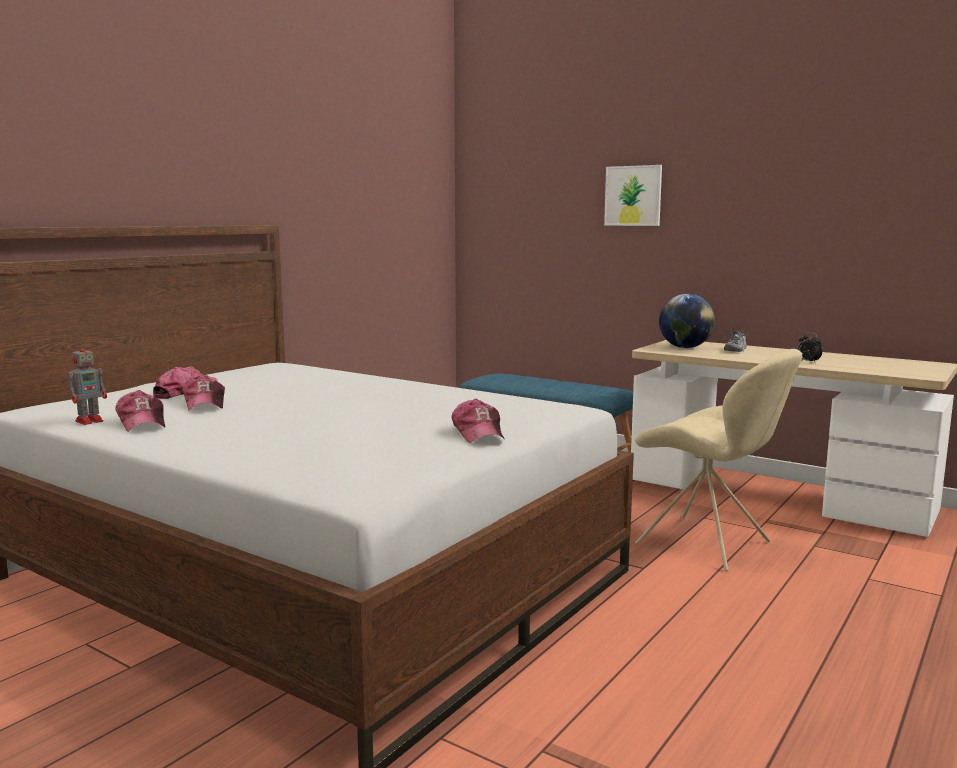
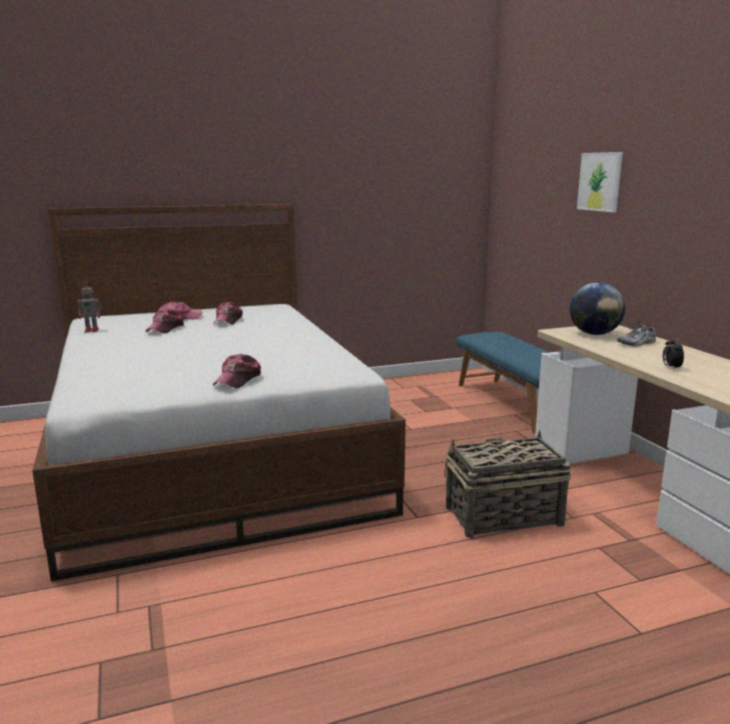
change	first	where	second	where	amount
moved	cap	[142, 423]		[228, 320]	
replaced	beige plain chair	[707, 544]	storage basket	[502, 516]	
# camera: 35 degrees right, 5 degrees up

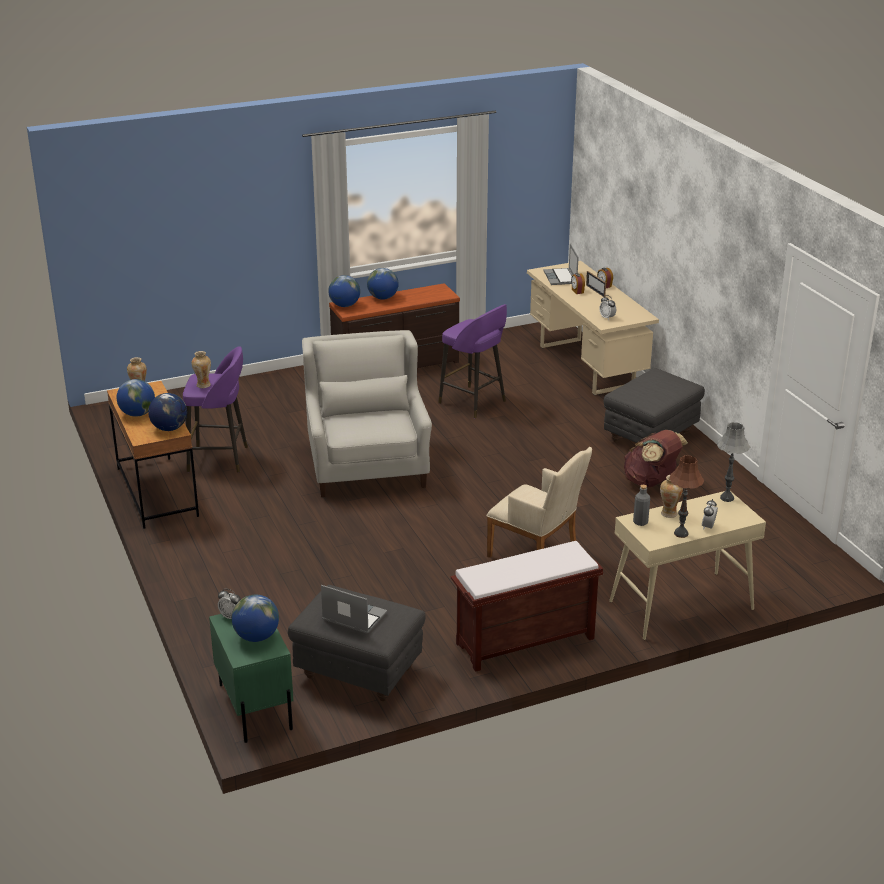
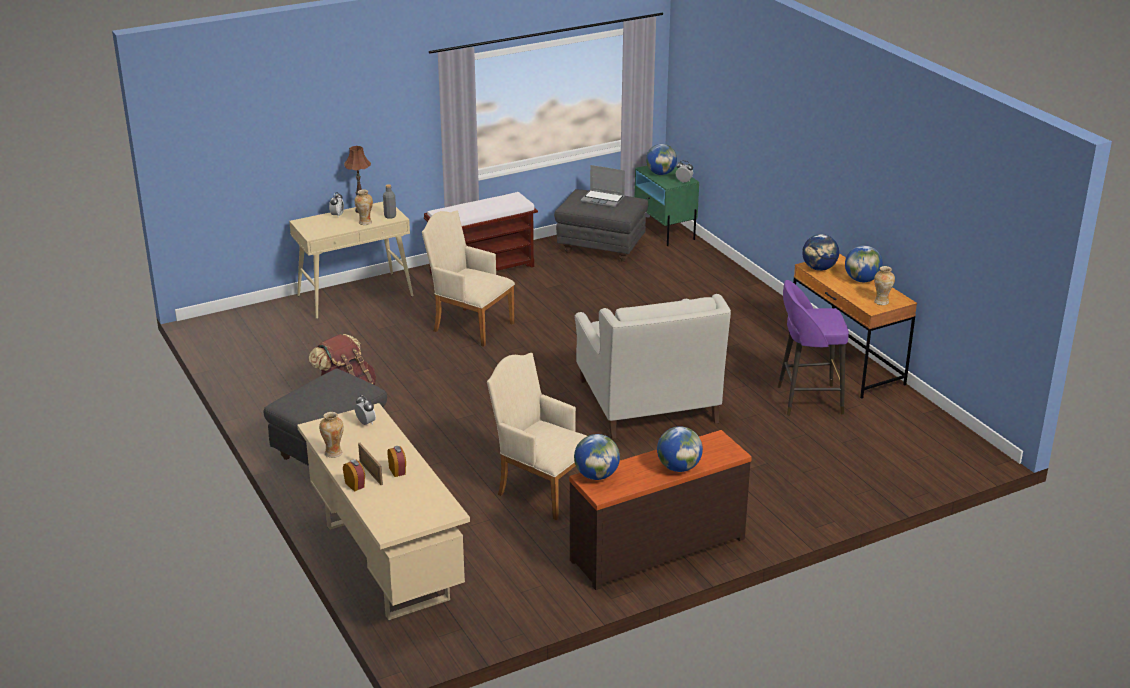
change	first	where	second	where	amount
moved	vase	[203, 385]		[334, 453]	
replaced	purplish stool	[473, 403]	beige easy chair	[541, 489]	
moved	desk globe	[345, 305]		[596, 475]	
removed	portable computer	[561, 278]			
removed	gray lamp for a table	[727, 498]			
# camera: 175 degrees right, 0 degrees up

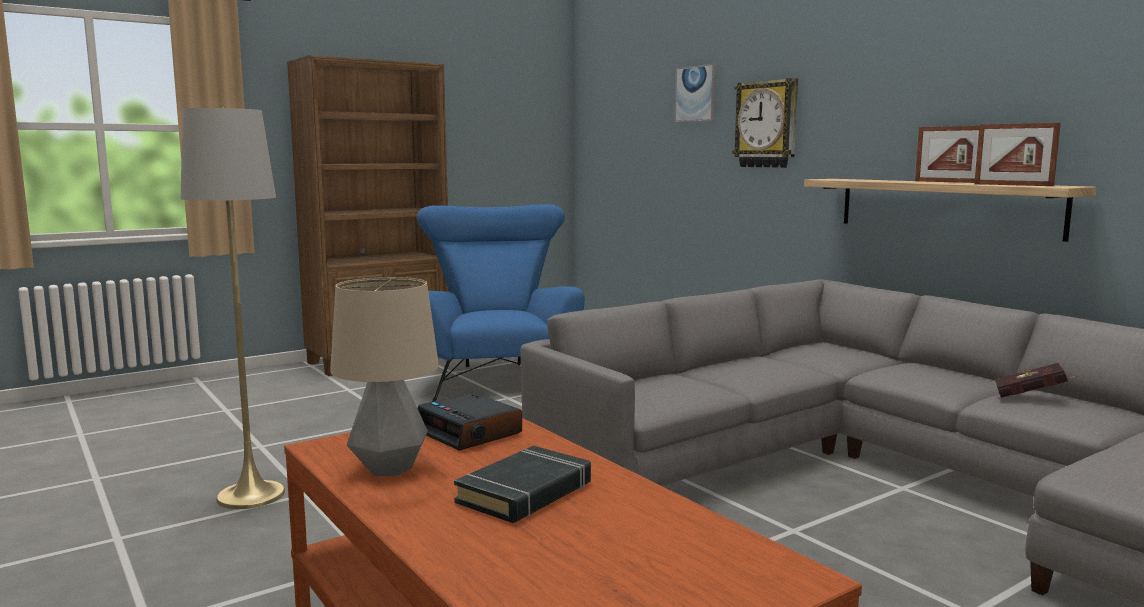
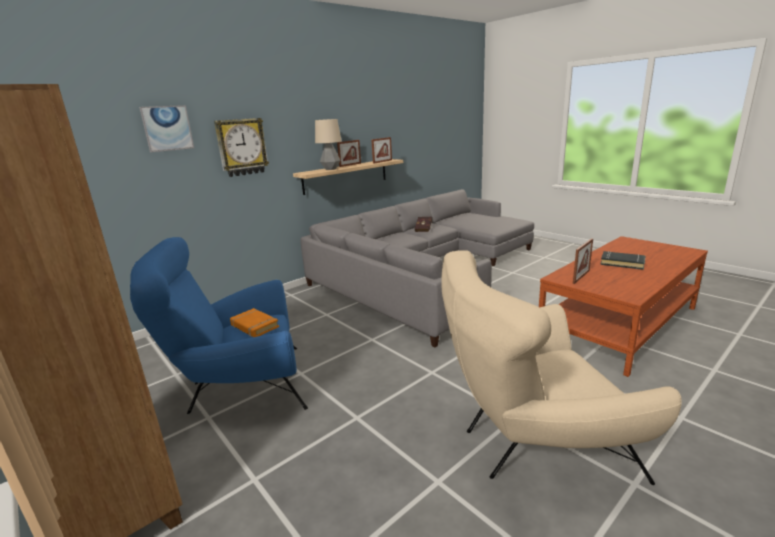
change	first	where	second	where	amount
added			orangey bound book	[254, 326]	
moved	lamp for a table	[390, 468]		[330, 169]	
replaced	gray floor lamp	[251, 495]	beige easy chair	[531, 443]	
replaced	alarm clock	[470, 432]	photo frame	[581, 277]	
# camera: 95 degrees left, 10 degrees up

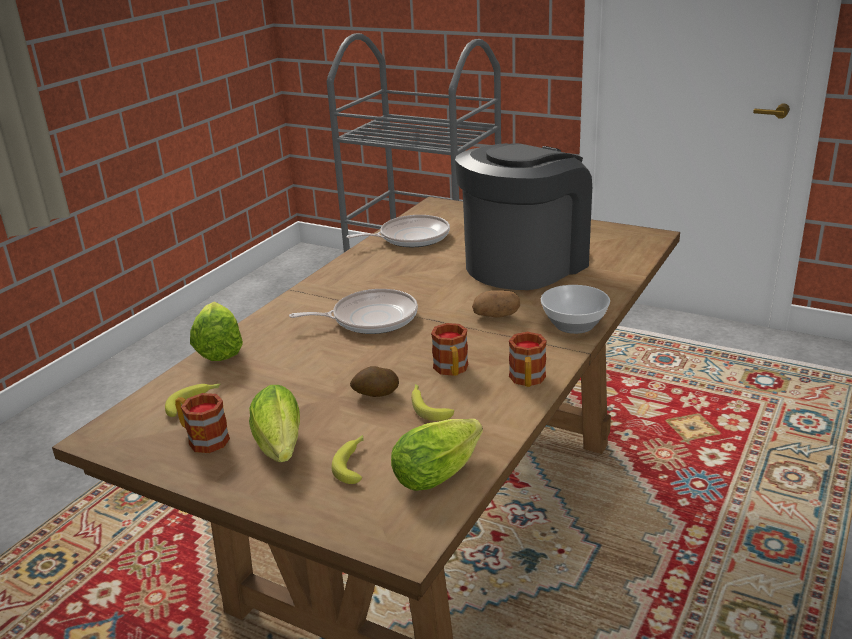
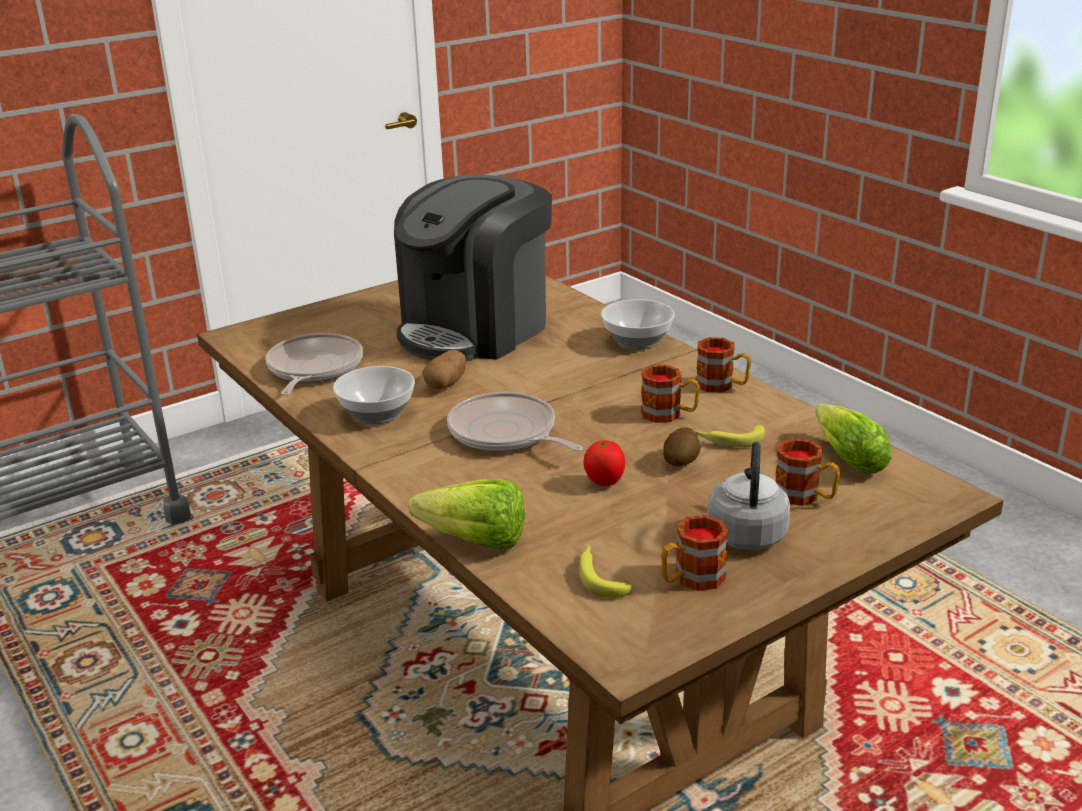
change	first	where	second	where	amount
added			bowl	[376, 414]	
turned	coffee maker	[525, 263]		[475, 329]	120 degrees counterclockwise
moved	potato	[496, 315]		[446, 384]	
turned	skillet	[370, 319]		[506, 433]	60 degrees counterclockwise
added			whole tomato	[604, 483]	
replaced	head of lettuce	[280, 447]	gray tea kettle	[747, 533]	
replaced	banana fruit	[354, 463]	coffee mug	[805, 496]	
# camera: 65 degrees left, 0 degrees up

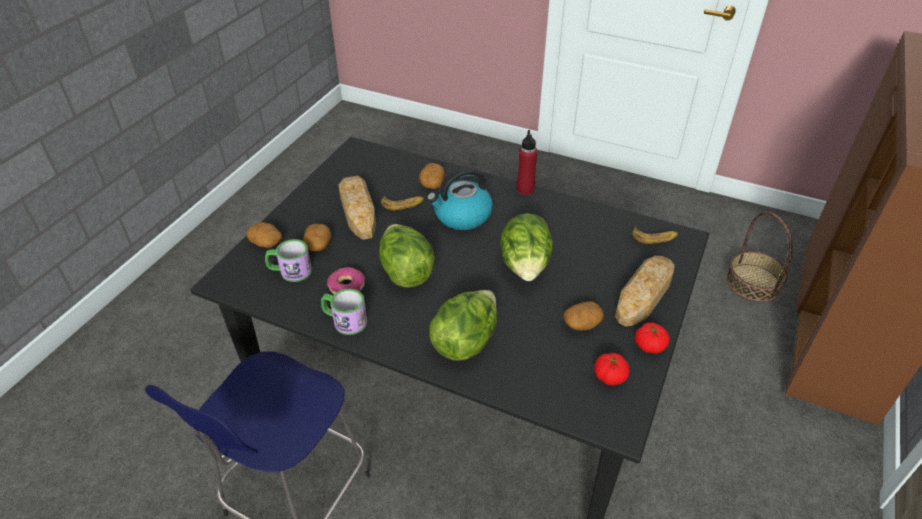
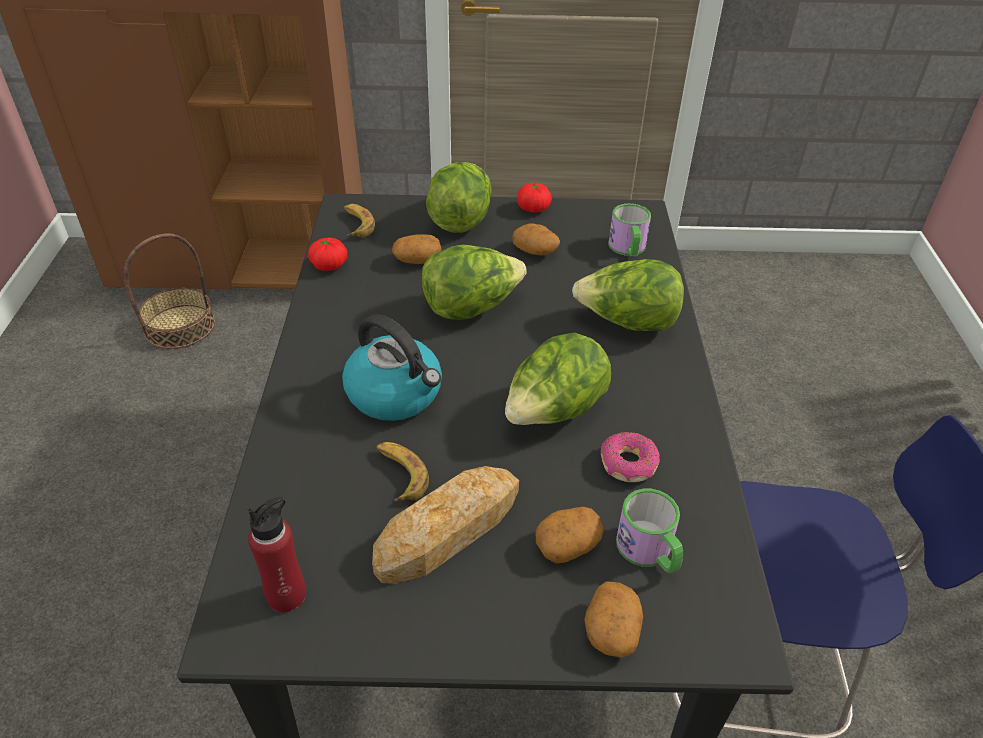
change	first	where	second	where	amount
moved	reddish beverage bottle	[525, 189]		[286, 595]	
moved	whole tomato	[610, 376]		[329, 265]	
moved	potato	[432, 183]		[417, 260]	
replaced	bakery bread	[645, 294]	head of lettuce	[460, 219]	
moved	coffee mug	[345, 320]		[628, 249]	
# camera: 115 degrees left, 0 degrees up

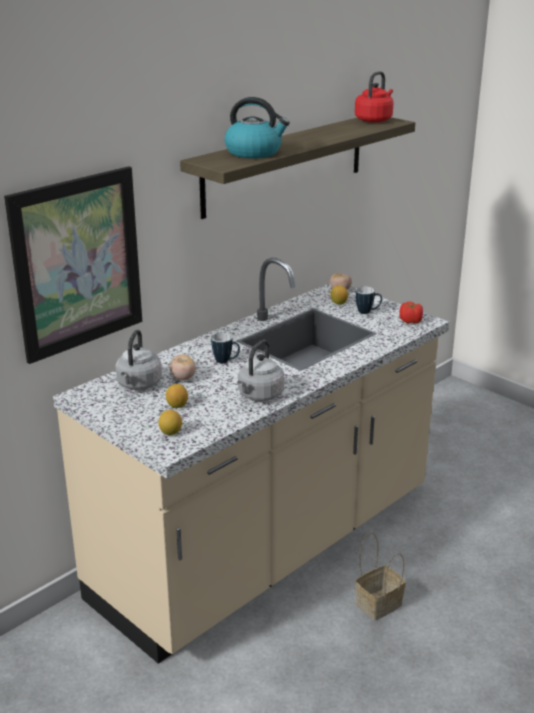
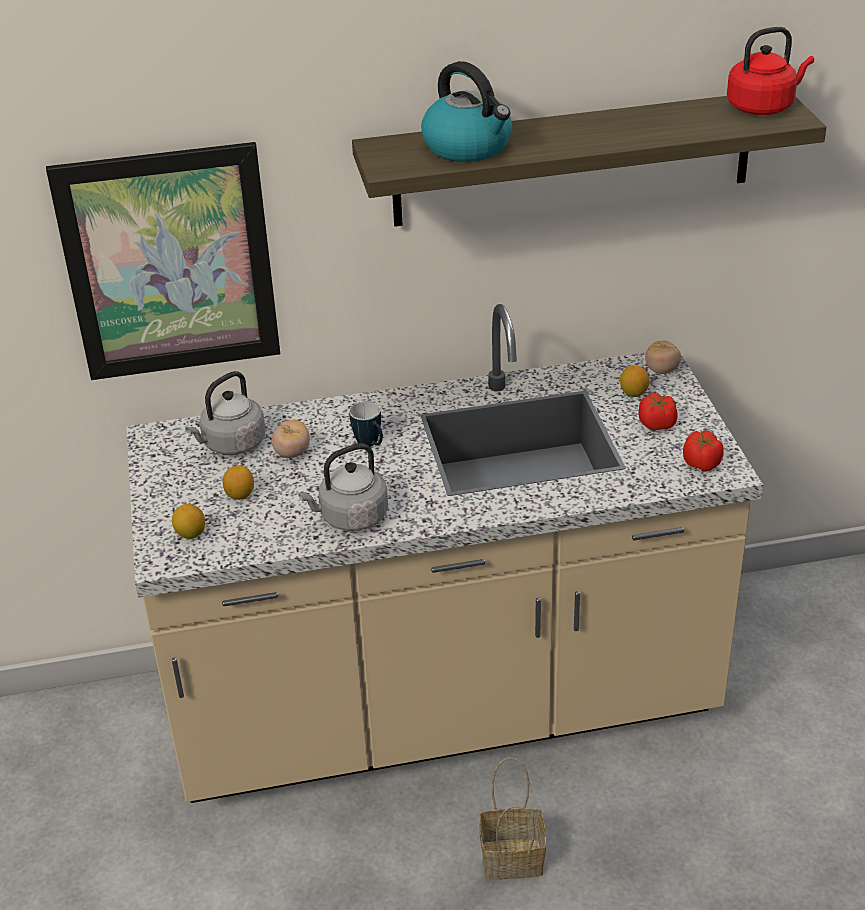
change	first	where	second	where	amount
replaced	coffee mug	[368, 312]	whole tomato	[657, 424]	
# camera: 35 degrees right, 10 degrees up

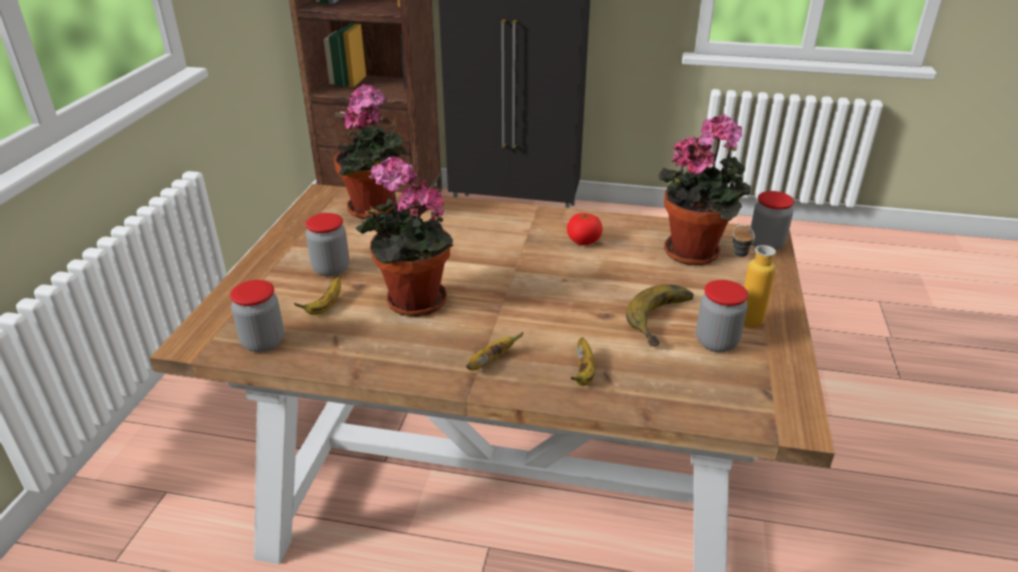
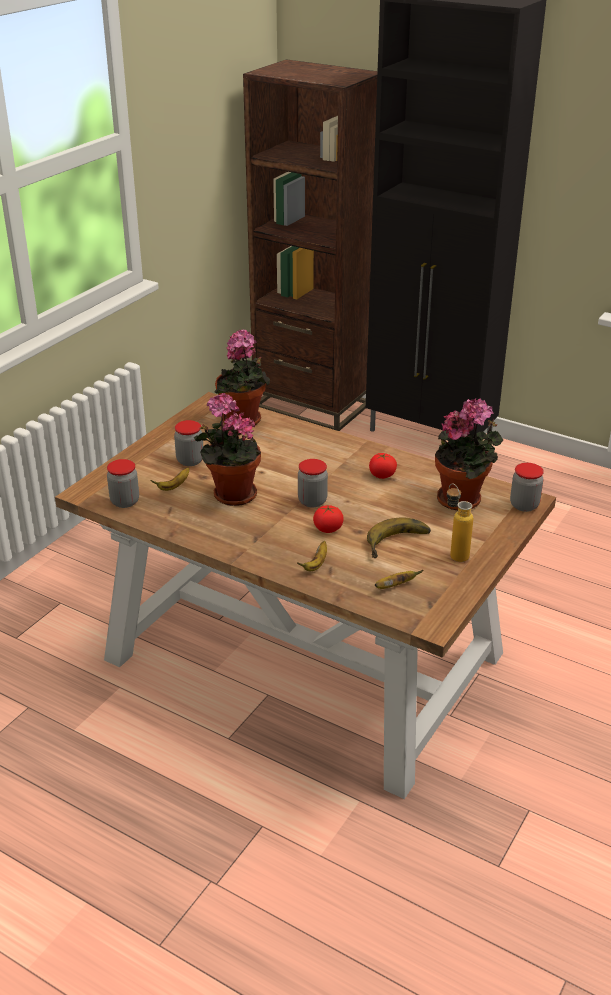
change	first	where	second	where	amount
moved	preserve jar	[716, 342]		[312, 501]	
added			whole tomato	[328, 529]	
moved	banana fruit	[490, 362]		[395, 586]	
# camera: 20 degrees right, 0 degrees up

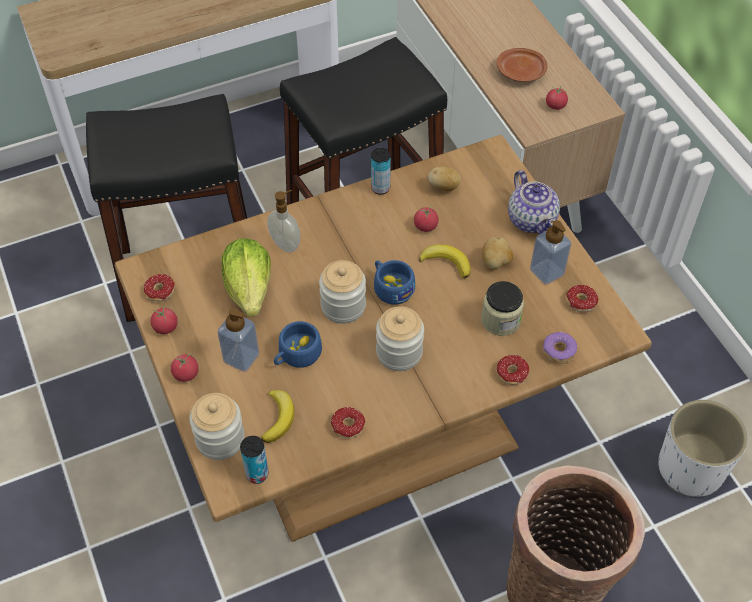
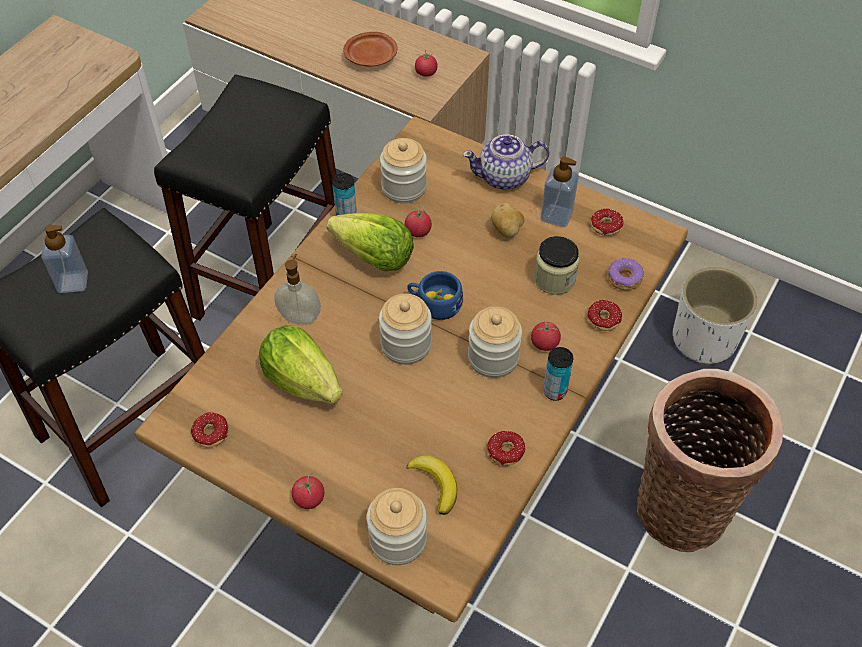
change	first	where	second	where	amount
moved	soap dispenser	[241, 357]		[73, 282]	
added			head of lettuce	[374, 258]	
replaced	potato	[444, 187]	preserve jar	[404, 188]	
turned	teapot	[532, 219]		[505, 177]	135 degrees clockwise
moved	whole tomato	[165, 327]		[544, 343]	
moved	can	[257, 474]		[554, 391]	
removed	blue drinking cup	[296, 355]			
removed	banana fruit	[447, 262]			
# camera: 35 degrees left, 0 degrees up

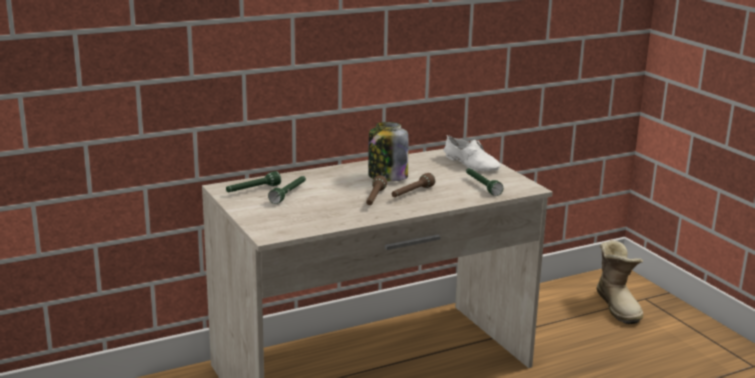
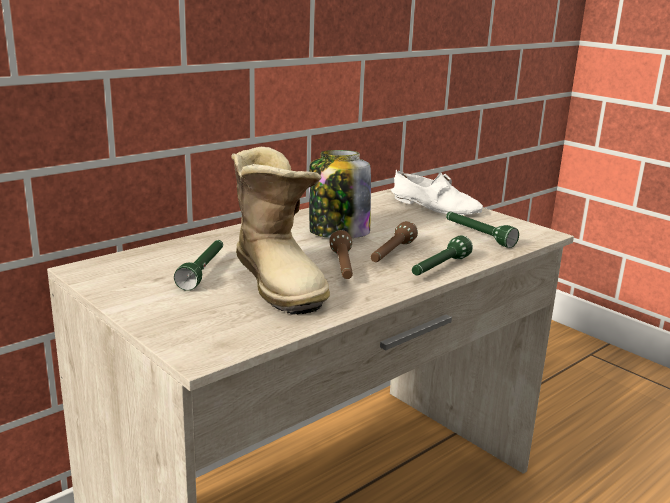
change	first	where	second	where	amount
moved	high-top boot	[619, 306]		[281, 281]	
moved	greenish hand torch	[253, 190]		[439, 268]	
# camera: 15 degrees left, 0 degrees up

